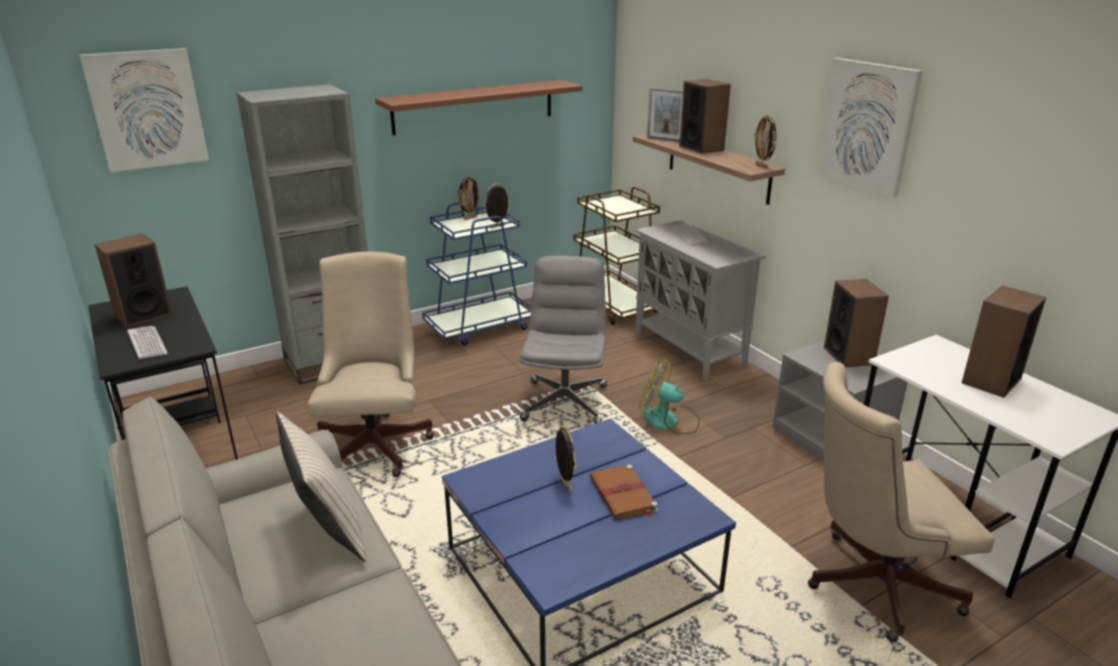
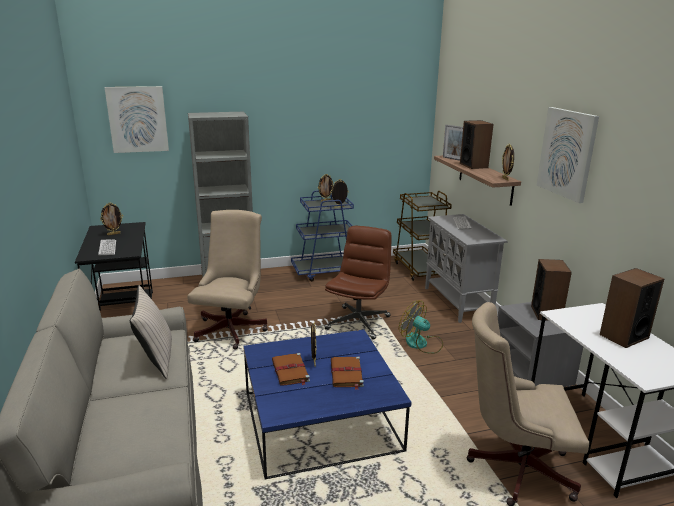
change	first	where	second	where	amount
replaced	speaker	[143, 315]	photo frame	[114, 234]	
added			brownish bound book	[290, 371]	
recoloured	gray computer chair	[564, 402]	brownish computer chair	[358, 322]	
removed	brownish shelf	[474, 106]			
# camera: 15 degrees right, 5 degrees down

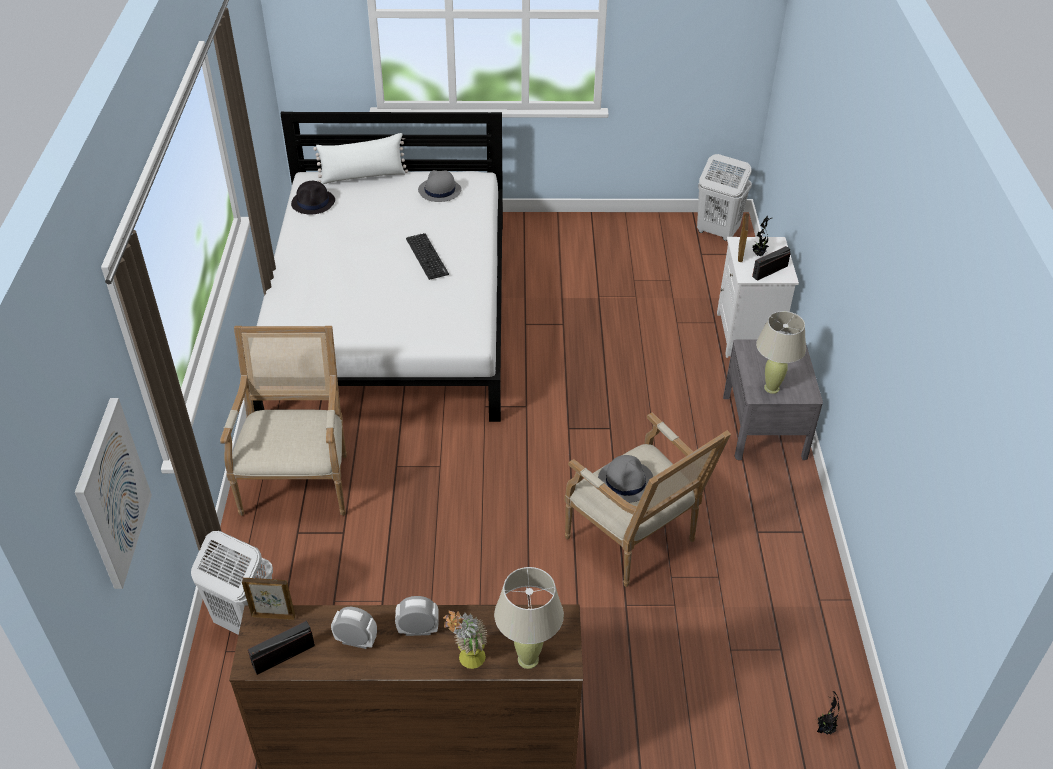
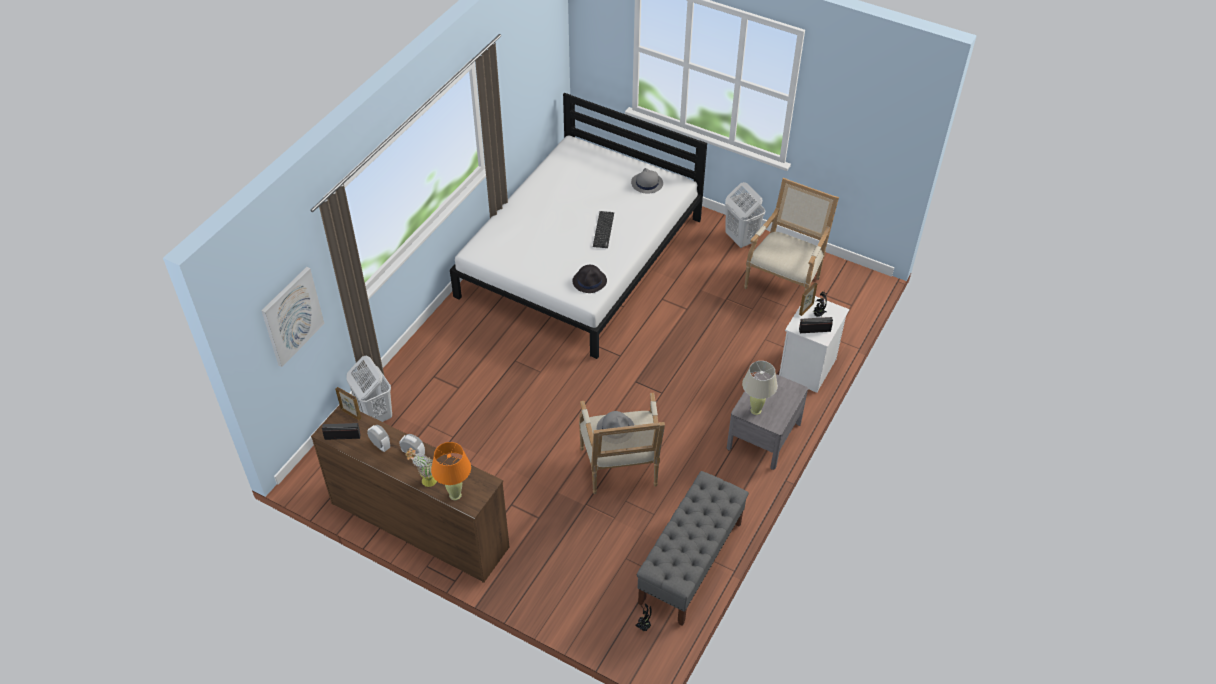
change	first	where	second	where	amount
recoloured	beige lamp for a table	[528, 660]	orangey lamp for a table	[455, 495]	
moved	blackish hat	[313, 202]		[590, 281]	
added			gray long seat	[690, 563]	
moved	whitish hamper	[717, 232]		[740, 239]	
moved	easy chair	[298, 480]		[785, 282]	
removed	whitish throw pillow	[363, 176]			
# camera: 30 degrees right, 5 degrees up

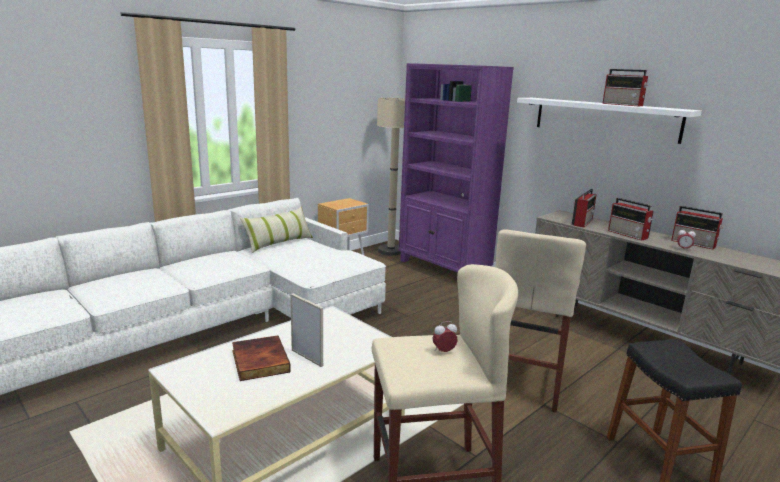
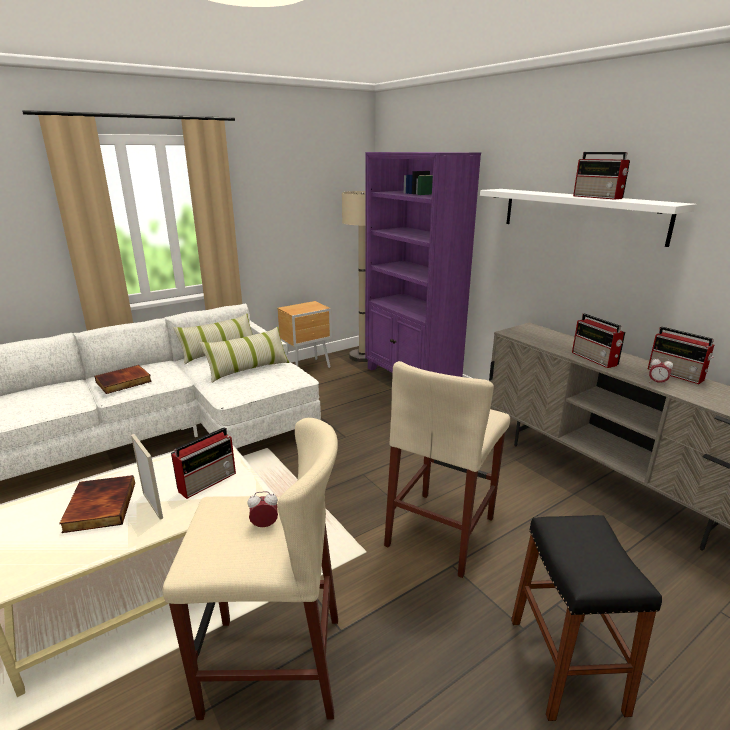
change	first	where	second	where	amount
added			bound book	[123, 382]	
moved	radio receiver	[582, 222]		[208, 481]	
added			throw pillow	[248, 369]	
# camera: 10 degrees right, 5 degrees up

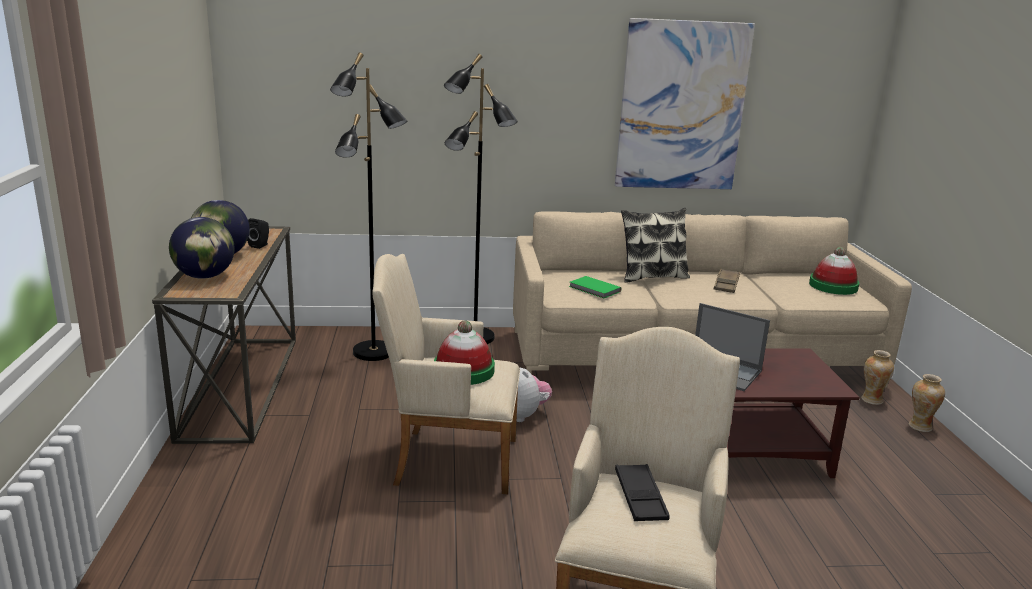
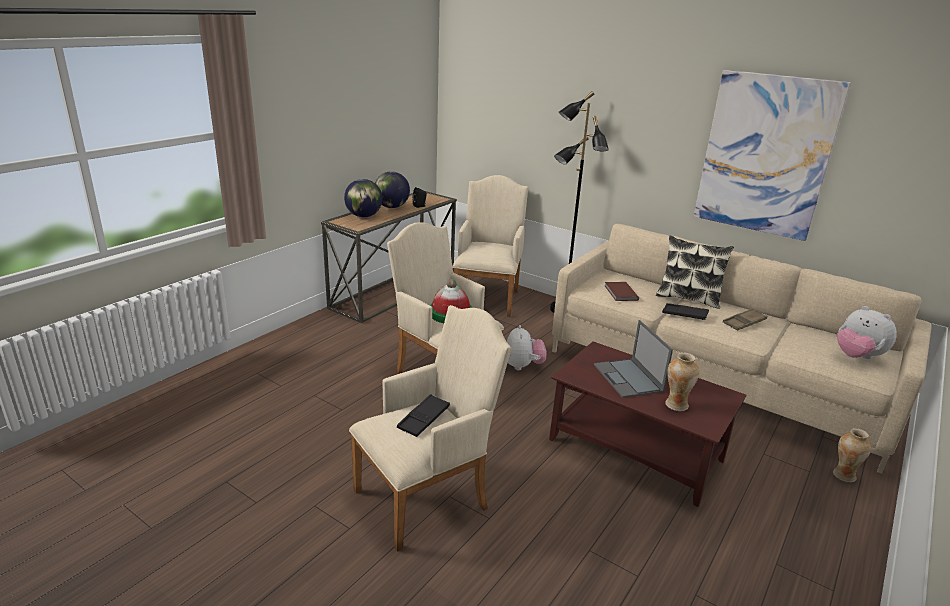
change	first	where	second	where	amount
replaced	blackish floor lamp	[374, 353]	beige easy chair	[487, 297]	
recoloured	greenish bound book	[594, 289]	brownish bound book	[620, 293]	
added			blackish tray	[684, 314]	
moved	vase	[920, 426]		[676, 405]	
replaced	hat	[833, 286]	soft toy	[857, 356]	
# camera: 40 degrees right, 5 degrees up

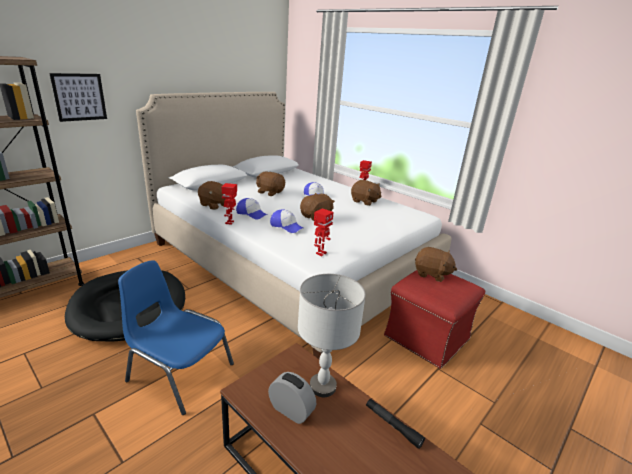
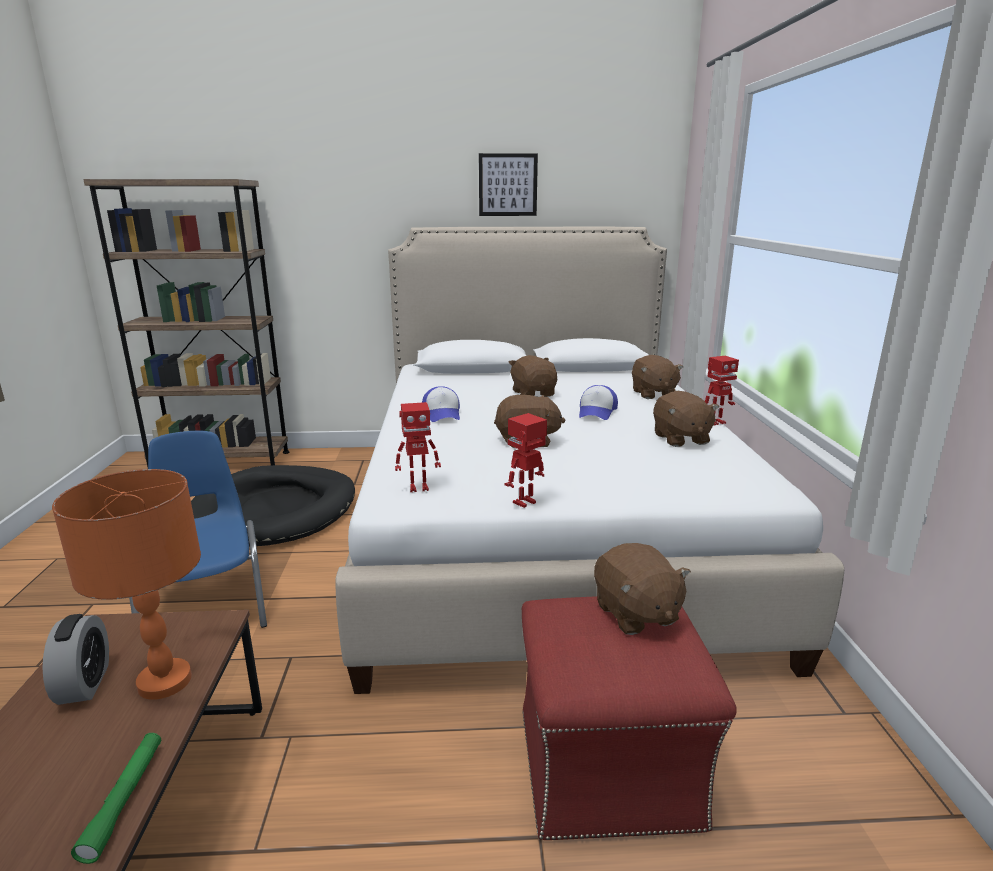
change	first	where	second	where	amount
recoloured	gray lamp for a table	[323, 386]	orangey lamp for a table	[166, 681]	
recoloured	blackish hand torch	[392, 425]	greenish hand torch	[124, 800]	
moved	wall picture	[79, 97]		[508, 185]	
moved	robot figure	[230, 222]		[525, 503]	
moved	brownish soft toy	[214, 205]		[653, 394]	
removed	cap	[286, 226]			
# camera: 45 degrees right, 5 degrees down

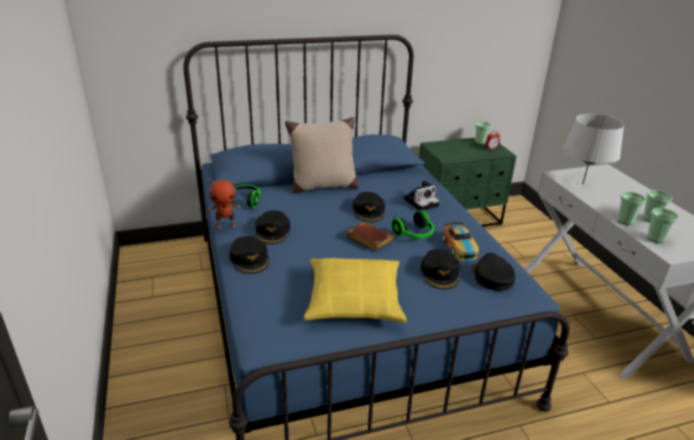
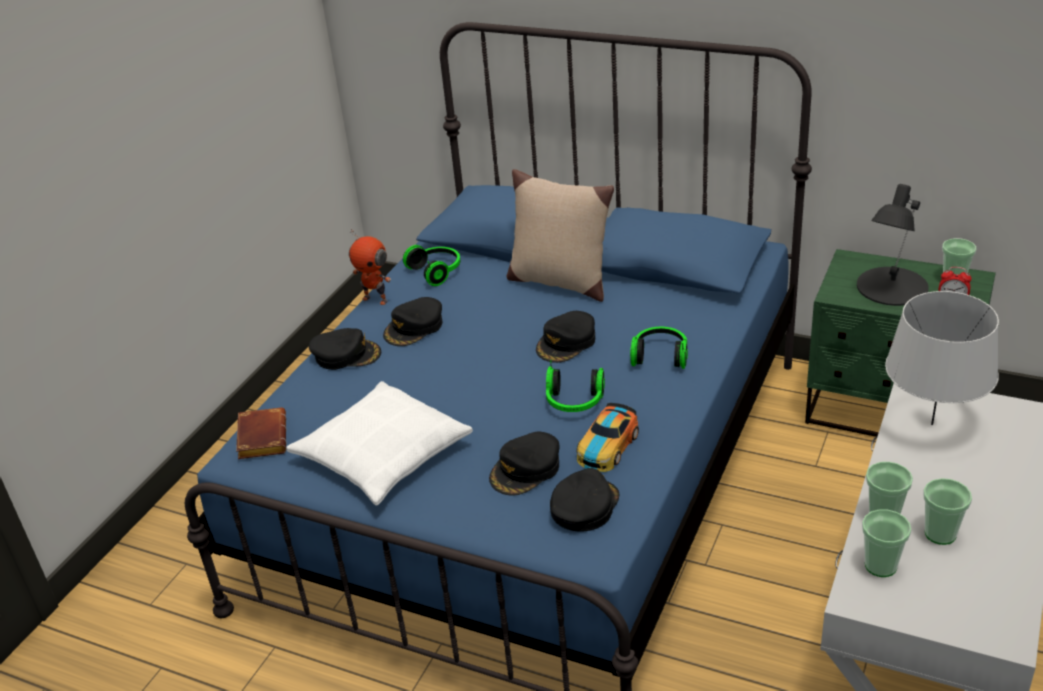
change	first	where	second	where	amount
moved	brownish bound book	[367, 240]		[260, 437]	
recoloured	yellow-coloured throw pillow	[354, 300]	whitish throw pillow	[382, 455]	
turned	blackish cap	[250, 259]		[346, 355]	105 degrees counterclockwise
replaced	still camera	[421, 202]	pair of headphones	[660, 356]	
added			blackish lamp for a table	[891, 287]	
# camera: 45 degrees right, 5 degrees up

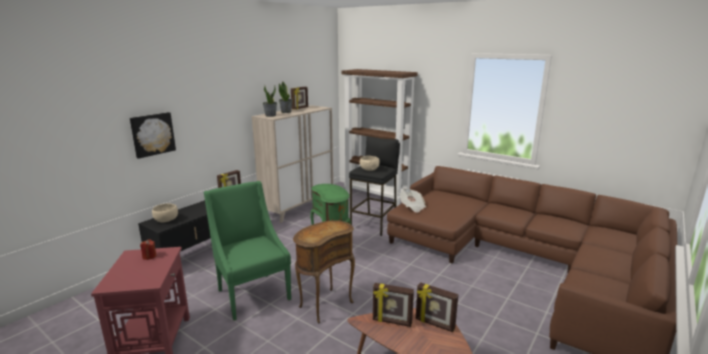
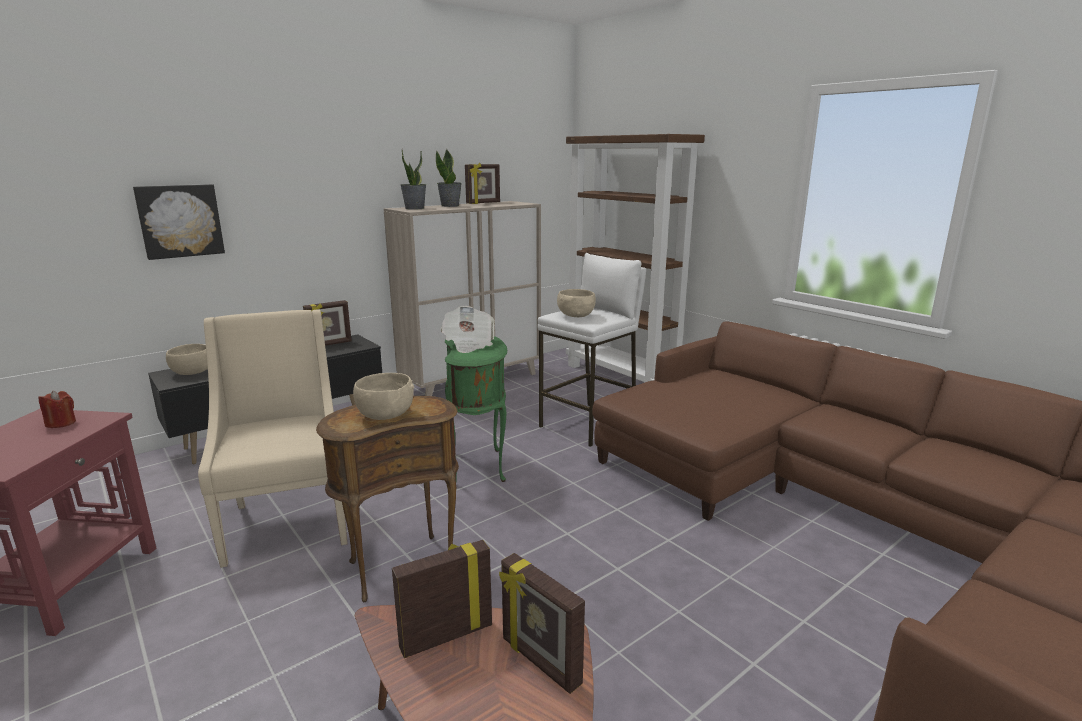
change	first	where	second	where	amount
recoloured	greenish easy chair	[252, 294]	beige easy chair	[288, 522]	
added			beige bowl	[385, 415]	
turned	photo frame	[392, 322]		[446, 635]	120 degrees clockwise
moved	newspaper	[412, 207]		[468, 344]	
recoloured	blackish stool	[374, 224]	whitish stool	[589, 424]	
# camera: 15 degrees right, 0 degrees up

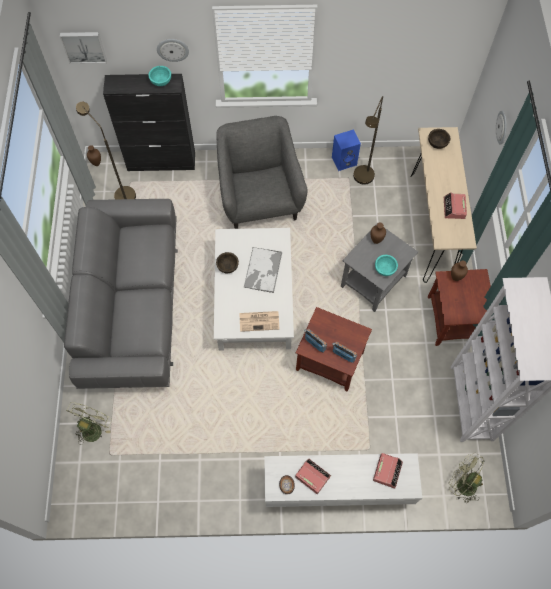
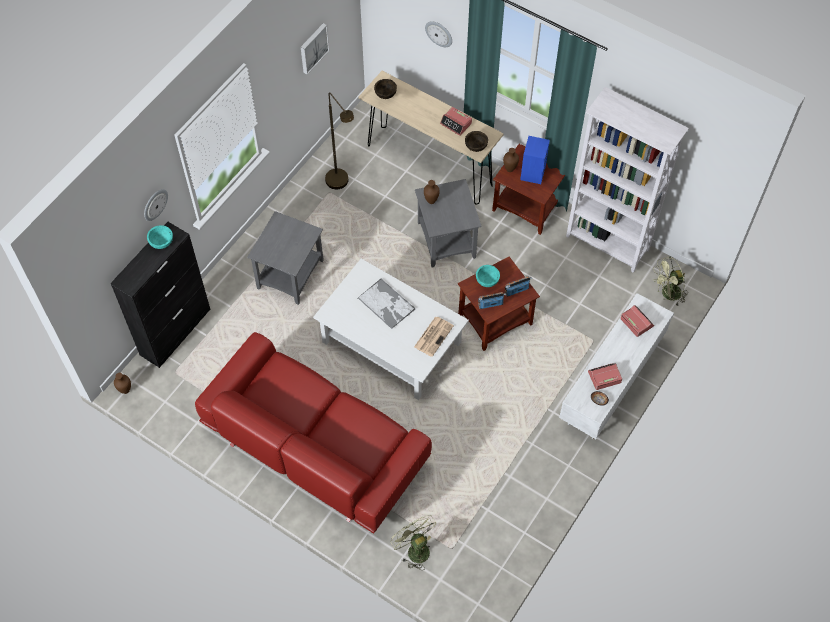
change	first	where	second	where	amount
recoloured	gray couch	[132, 305]	reddish couch	[315, 446]	
replaced	gray easy chair	[260, 198]	gray accent table	[289, 274]	
moved	wall picture	[84, 46]		[313, 48]	
moved	brownish bowl	[228, 266]		[476, 146]	
moved	turquoise bowl	[384, 269]		[487, 280]	
moved	blue speaker	[344, 160]		[532, 172]	
removed	brownish floor lamp	[121, 193]			
# camera: 55 degrees left, 5 degrees down

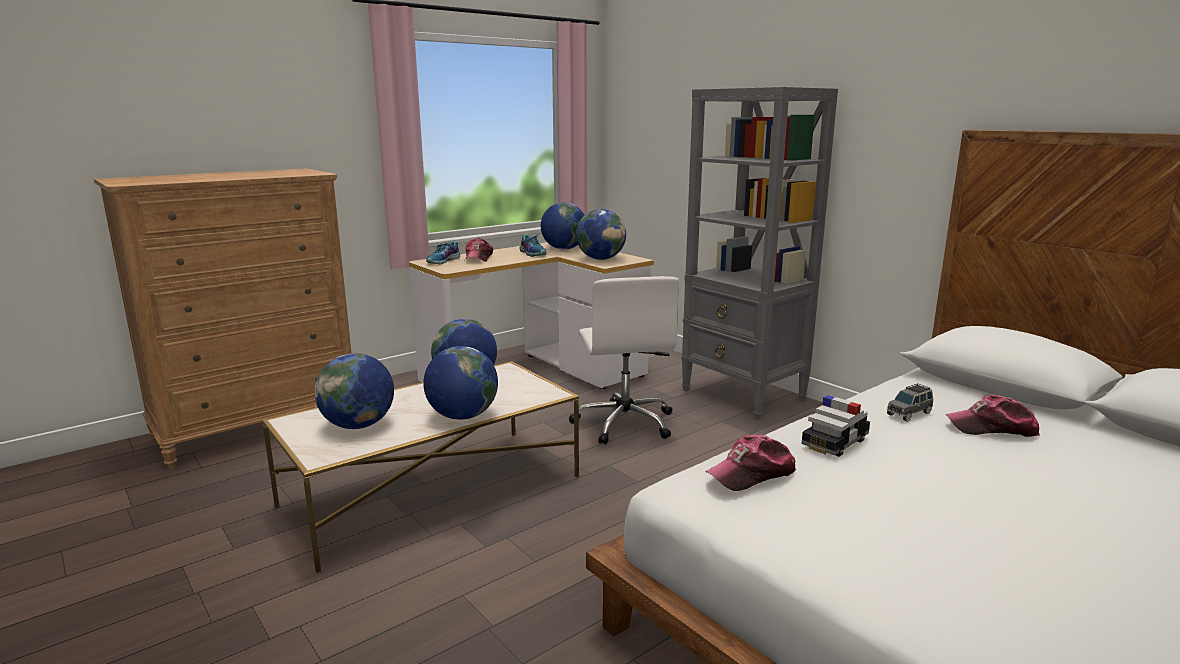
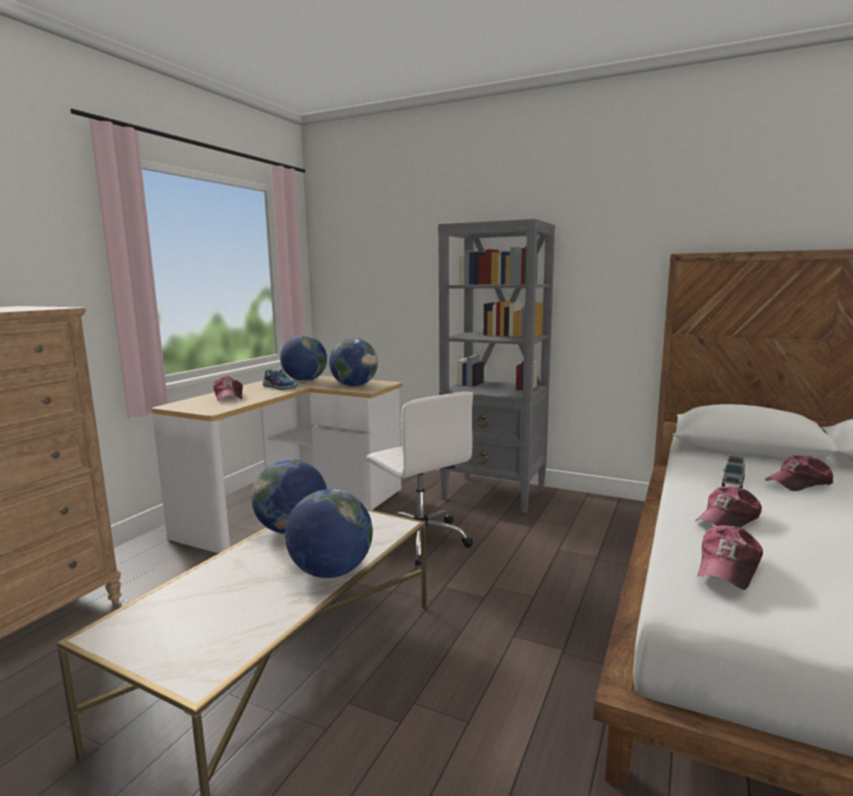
change	first	where	second	where	amount
replaced	model car	[834, 442]	cap	[728, 519]	
removed	desk globe	[358, 425]			
removed	shoe	[443, 261]			
# camera: 25 degrees left, 5 degrees down

